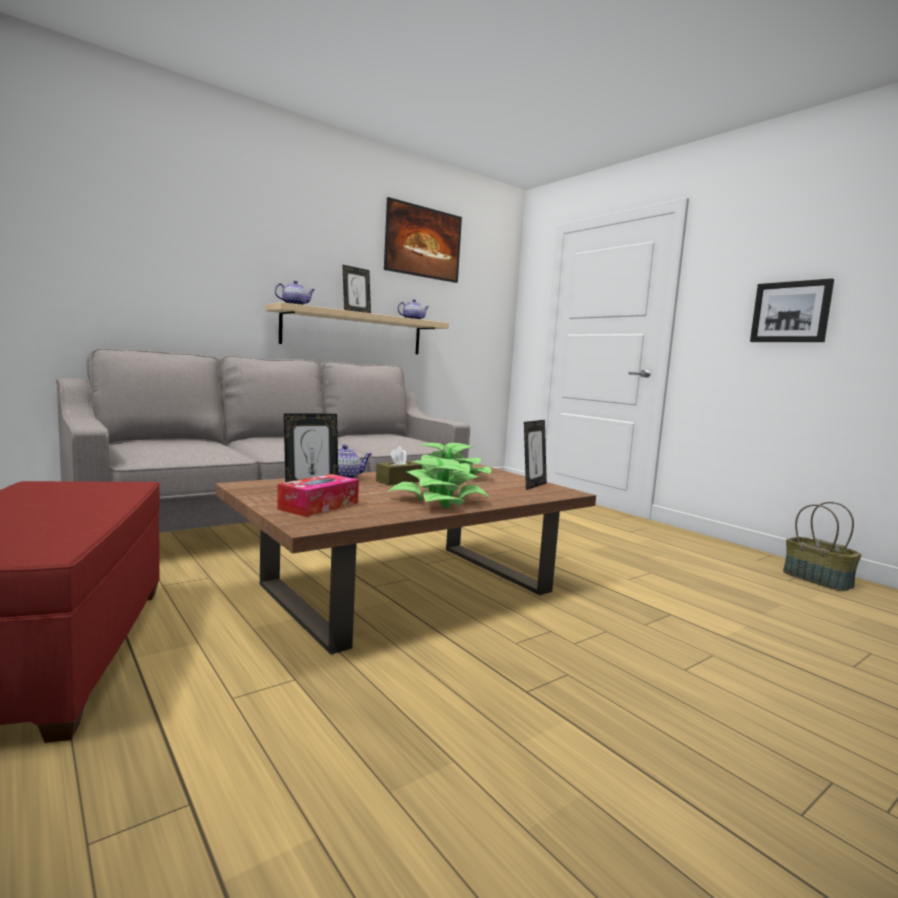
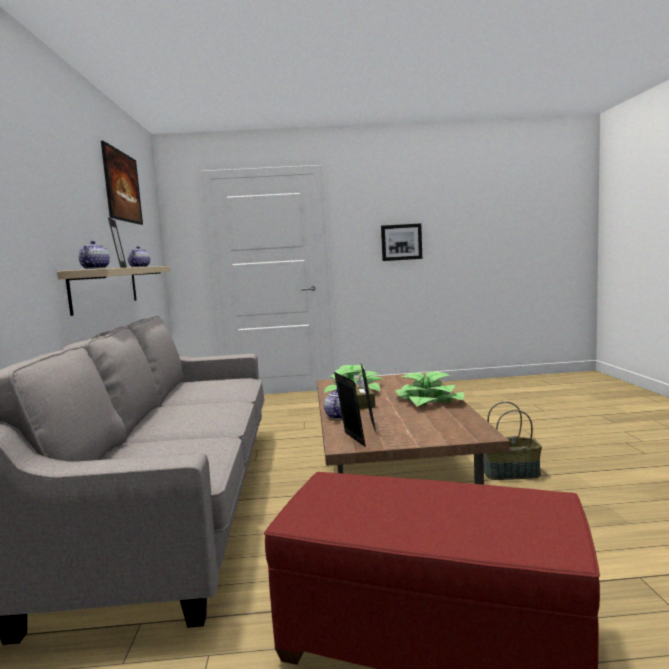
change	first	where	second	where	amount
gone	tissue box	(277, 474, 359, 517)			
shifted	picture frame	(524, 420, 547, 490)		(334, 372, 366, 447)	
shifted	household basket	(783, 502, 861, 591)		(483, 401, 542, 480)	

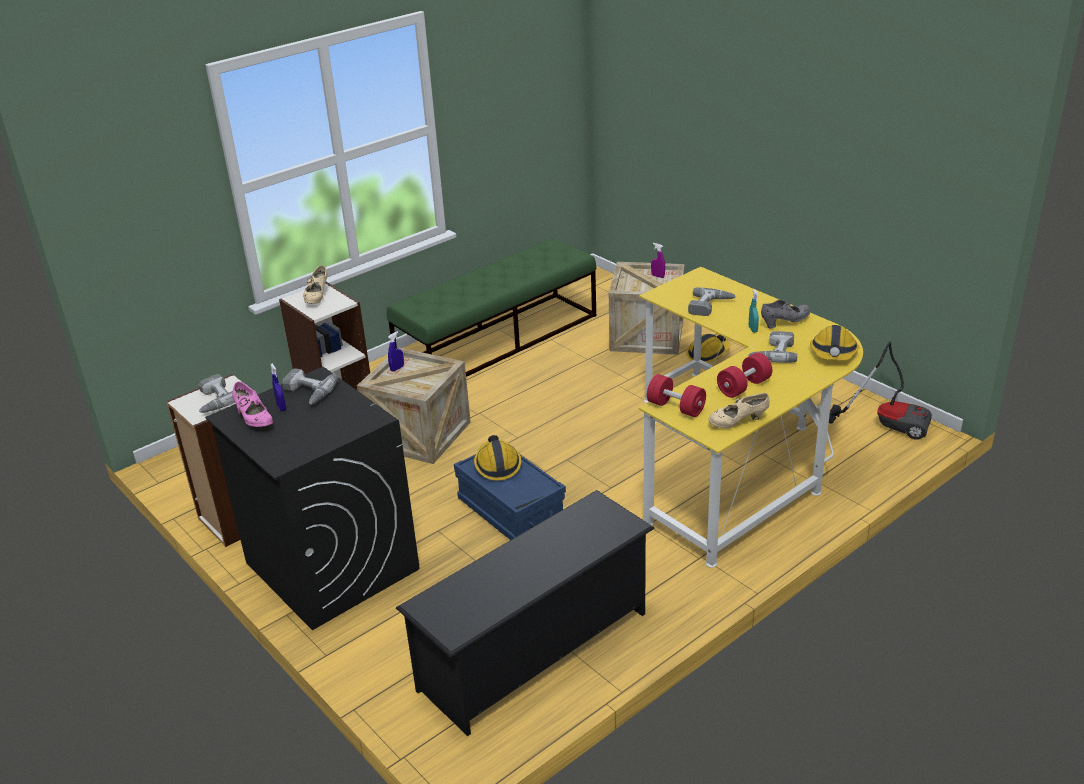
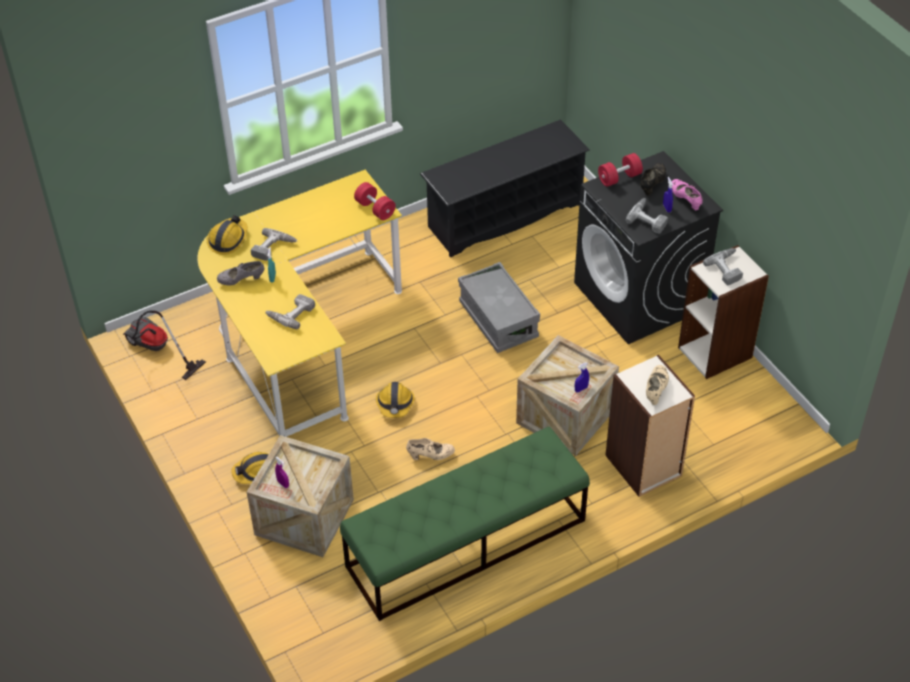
change	first	where	second	where	amount
repainted	storage box (bluish)	(454, 454, 566, 540)	storage box (greyish)	(458, 262, 540, 353)	
shifted	hard hat	(474, 435, 522, 481)		(376, 382, 415, 418)	
shifted	low shoe (beige)	(709, 393, 770, 428)		(406, 438, 455, 460)	
shifted	dumbbell (red-coloured)	(717, 353, 772, 398)		(598, 153, 643, 187)	
new			low shoe (blackish)	(640, 163, 666, 195)	

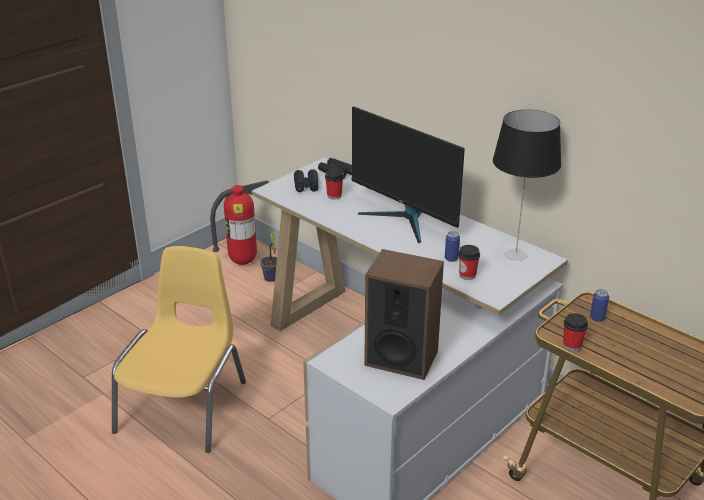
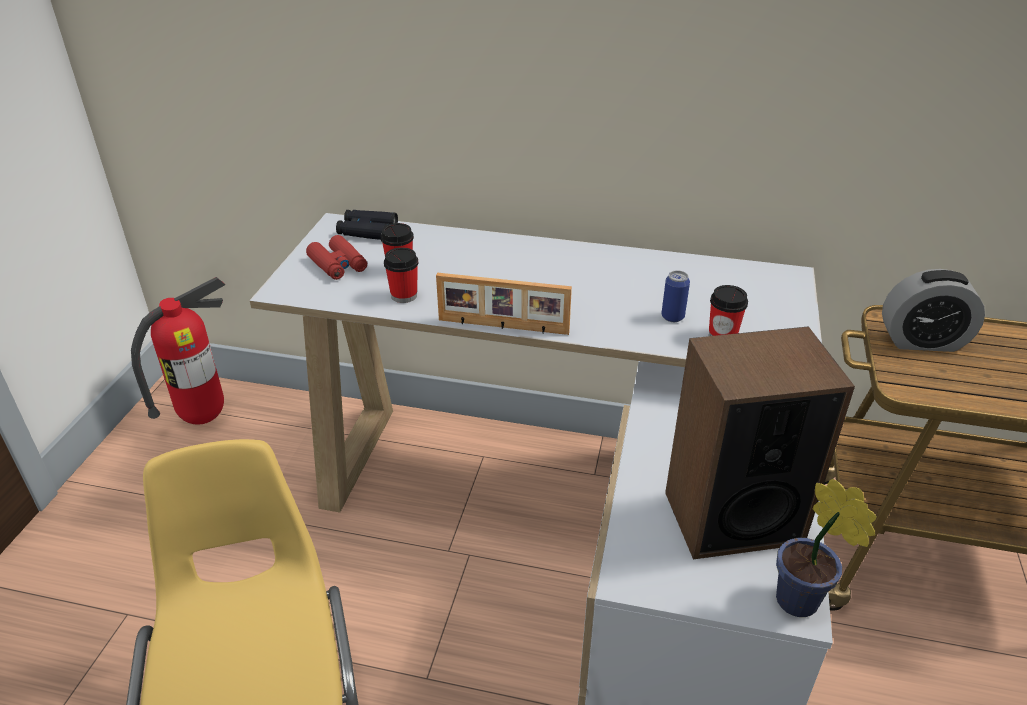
change	first	where	second	where	amount
shifted	houseplant	(260, 232, 277, 282)		(776, 479, 877, 617)	
repainted	binoculars (blackish)	(294, 169, 318, 192)	binoculars (red-coloured)	(306, 235, 367, 280)	
gone	computer screen	(352, 106, 465, 243)			
gone	lamp for a table	(493, 109, 561, 261)			
shifted	cup	(563, 313, 588, 352)		(384, 247, 418, 303)	
swapped	can	(590, 289, 609, 322)	table clock	(882, 269, 985, 352)	
new			picture frame	(436, 273, 572, 335)	

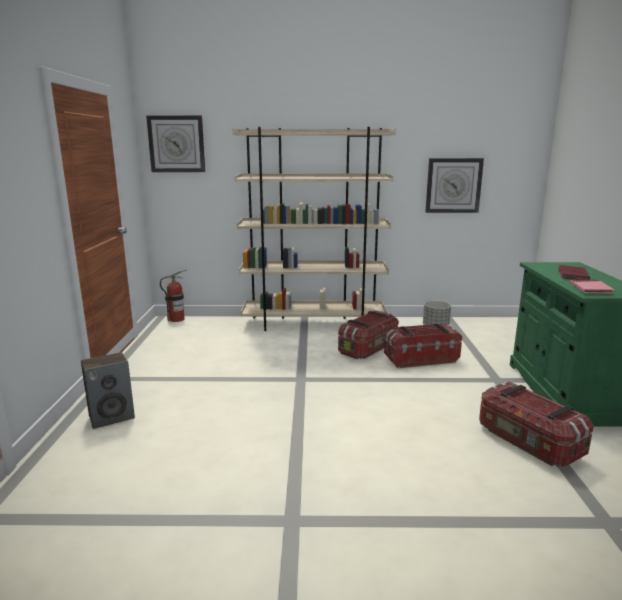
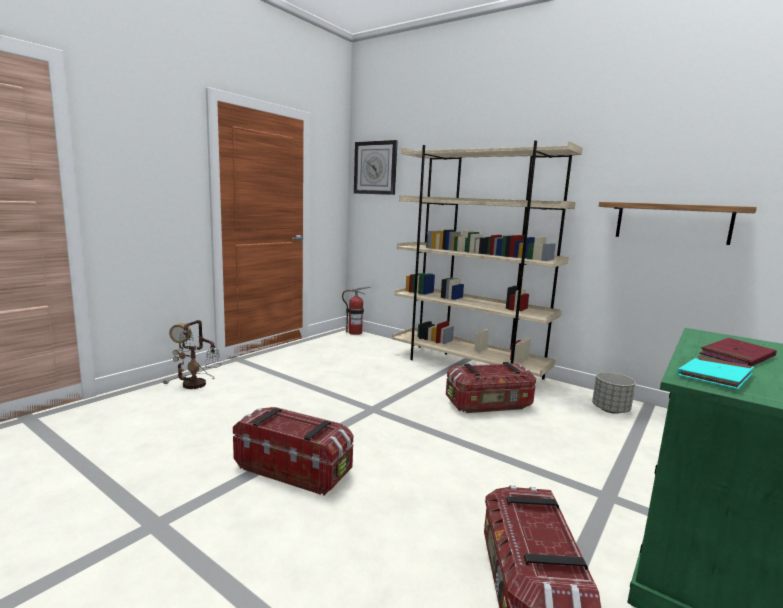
change	first	where	second	where	amount
swapped	audio speaker	(81, 352, 135, 429)	lamp for a table	(163, 320, 221, 389)	
shifted	storage box	(384, 324, 462, 368)		(233, 407, 353, 496)	
swapped	clock on the wall	(426, 158, 484, 213)	shelf	(599, 202, 757, 245)	
repainted	volume (pink-coloured)	(570, 279, 614, 294)	volume (turquoise-coloured)	(677, 356, 754, 390)	

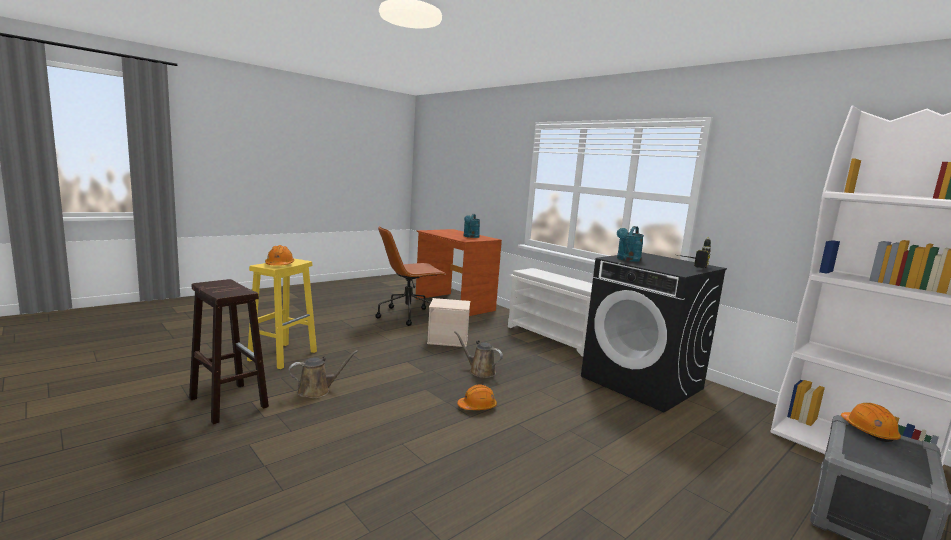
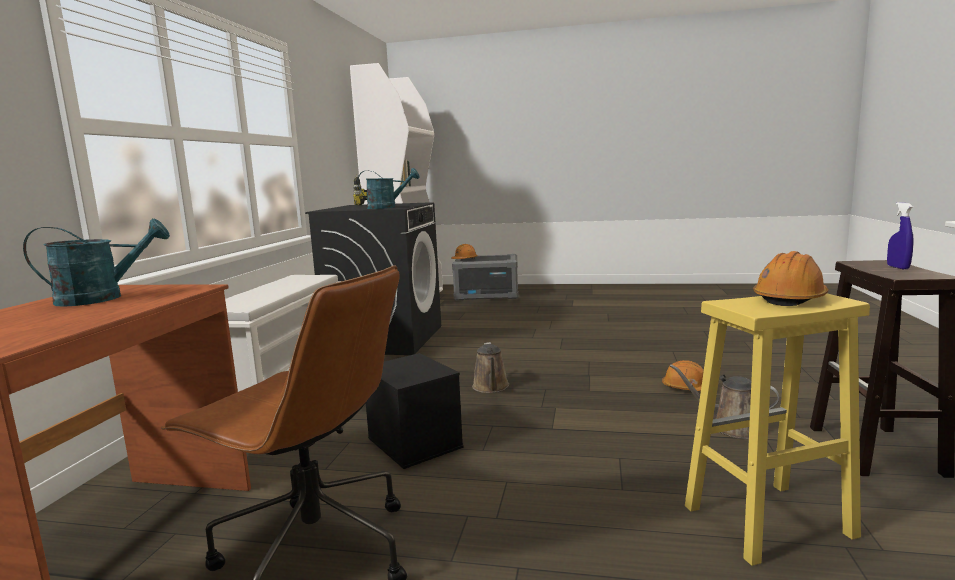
change	first	where	second	where	amount
repainted	storage box (beige)	(427, 298, 470, 347)	storage box (blackish)	(366, 353, 464, 469)	
shifted	hard hat (orange)	(457, 385, 497, 410)		(662, 360, 704, 391)	
new			sprayer (bluish)	(887, 202, 913, 269)	

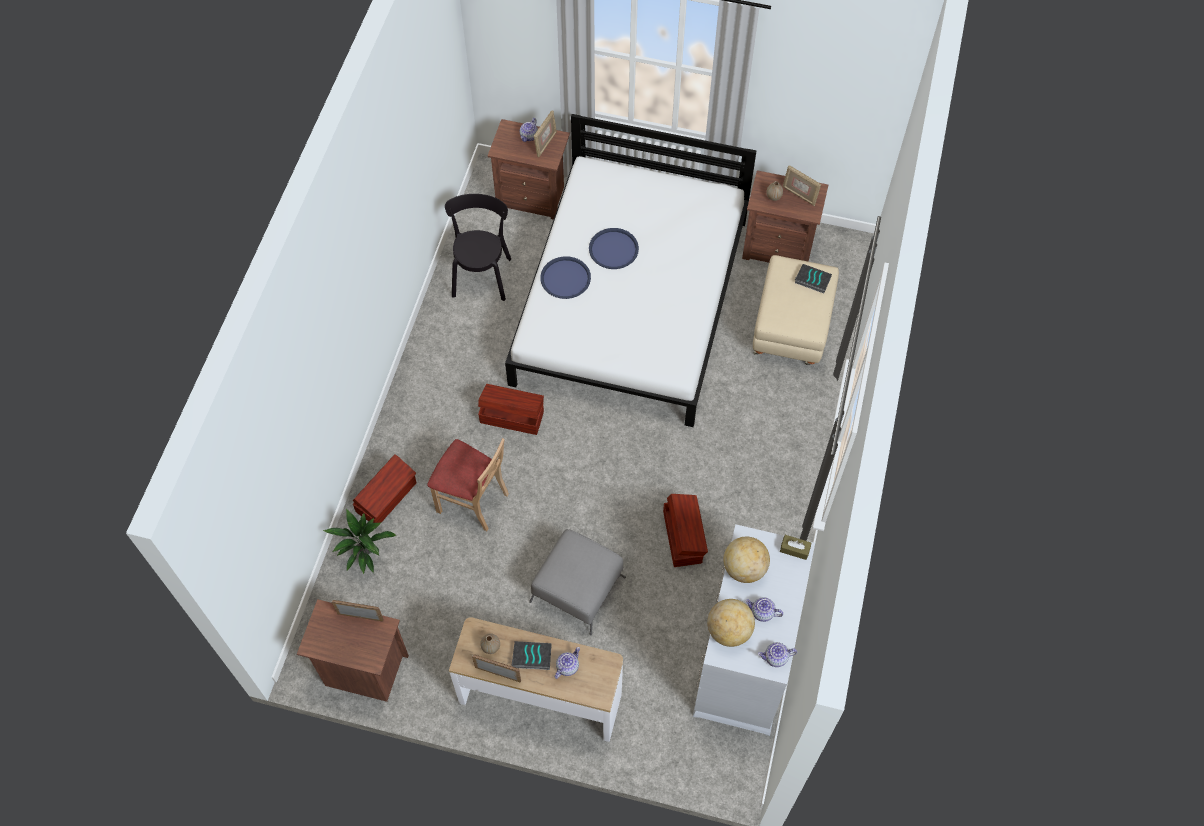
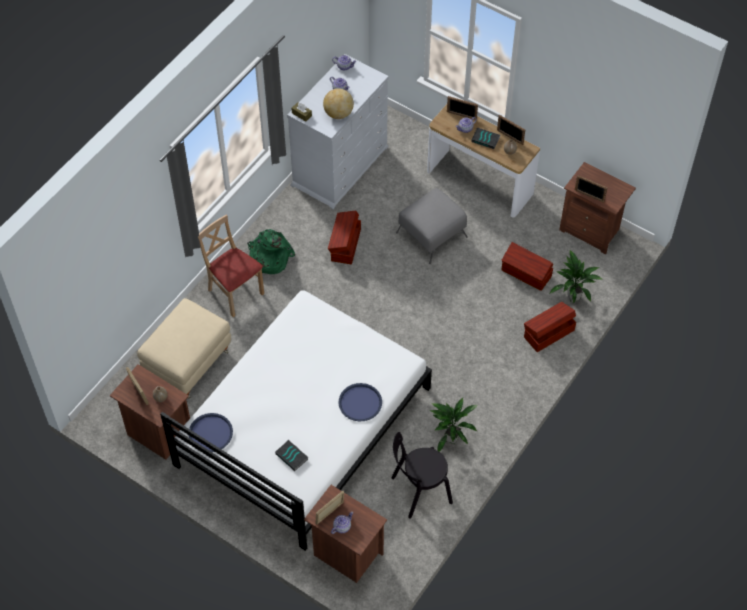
change	first	where	second	where	amount
shifted	chair (beige)	(427, 438, 509, 531)		(198, 215, 264, 317)	
rotated	chair (blackish)	(445, 194, 511, 301)		(391, 432, 453, 519)	45 degrees clockwise
shifted	storage box (brownish)	(478, 384, 544, 435)		(501, 242, 553, 291)	
shifted	carrying tray (bluish)	(589, 228, 639, 269)		(189, 413, 233, 452)	
gone	world globe	(707, 599, 755, 647)			
shifted	volume	(795, 264, 832, 293)		(275, 440, 308, 471)	
new			rucksack (green)	(247, 229, 295, 274)	
new			houseplant	(430, 398, 478, 452)	
new			picture frame	(447, 96, 478, 120)	

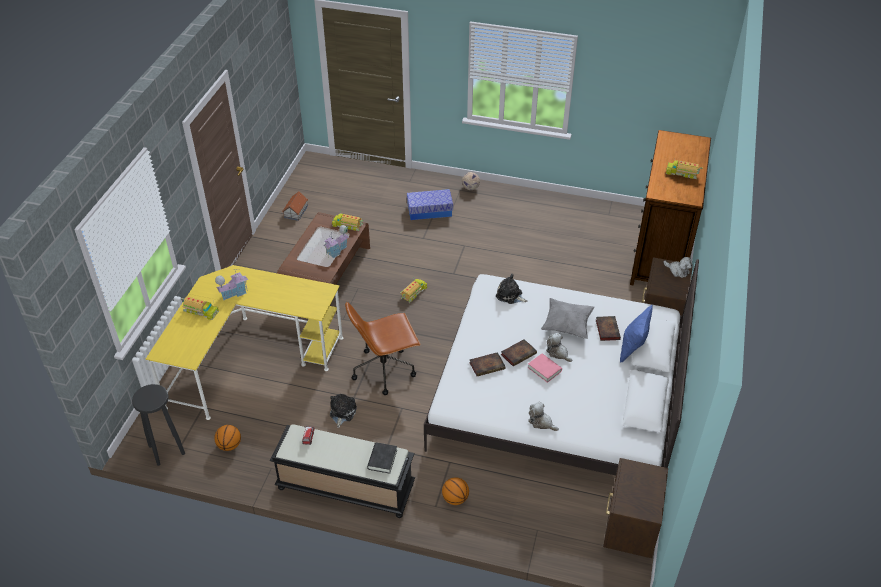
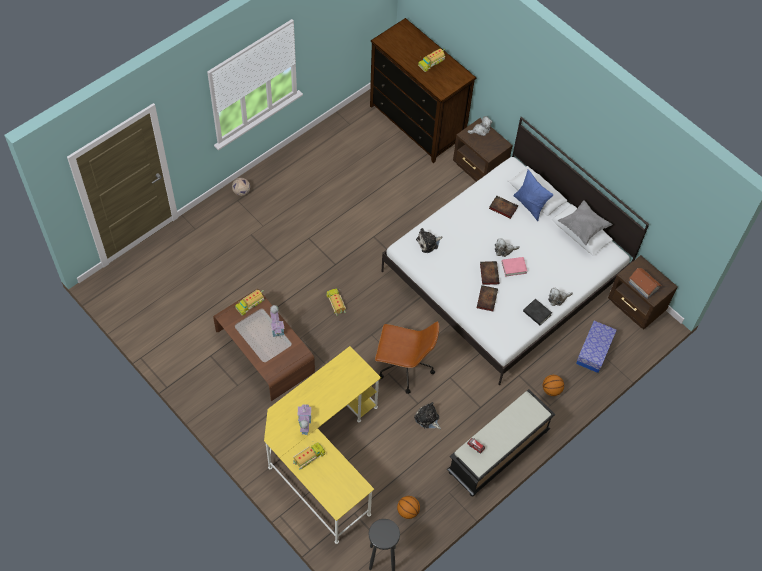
change	first	where	second	where	amount
shifted	model house	(282, 192, 308, 221)		(629, 268, 661, 299)	
rotated	office chair (brownish)	(345, 302, 421, 395)		(375, 321, 439, 394)	90 degrees counterclockwise
shifted	volume (blackish)	(367, 442, 397, 474)		(523, 299, 552, 325)	
shifted	storage box	(407, 189, 453, 220)		(576, 321, 617, 373)	
shifted	pillow (greyish)	(541, 298, 594, 339)		(558, 200, 613, 245)	

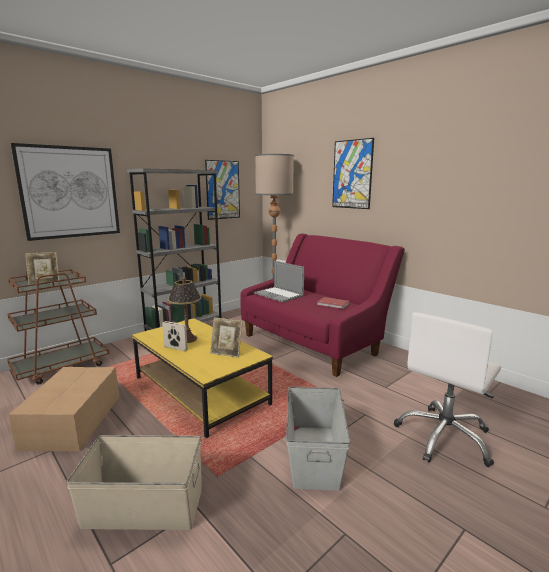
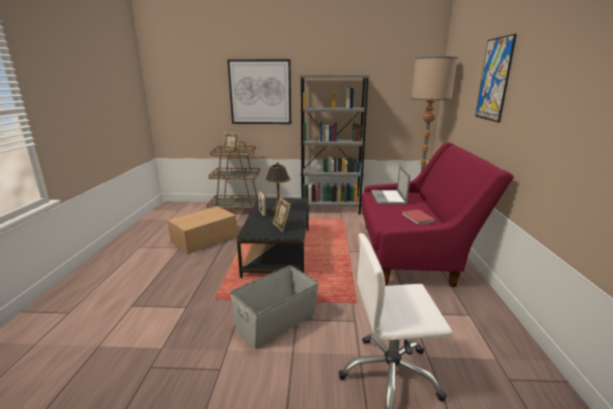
change	first	where	second	where	amount
gone	storage box (beige)	(66, 435, 202, 530)			
repainted	low table (yellowish)	(132, 318, 273, 438)	low table (blackish)	(236, 198, 309, 278)	
gone	wall art	(205, 160, 240, 220)			

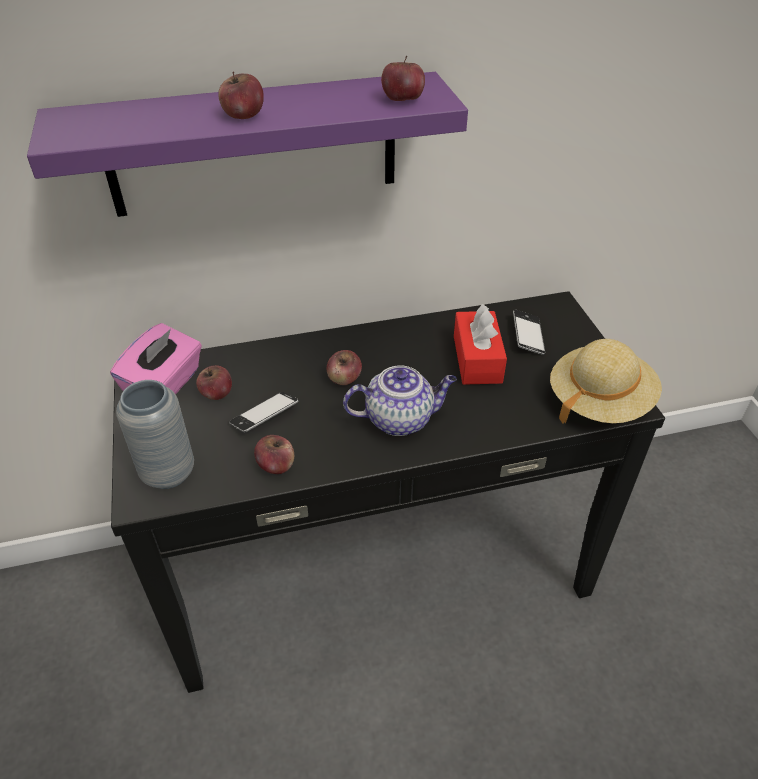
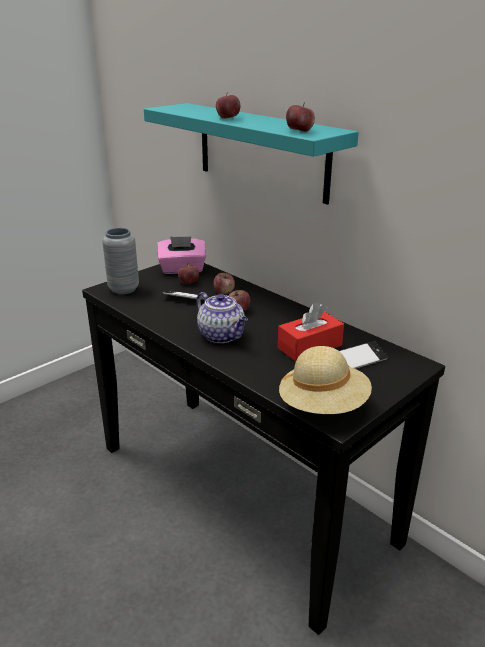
change	first	where	second	where	amount
repainted	shelf (purple-coloured)	(27, 72, 468, 217)	shelf (turquoise-coloured)	(144, 103, 359, 205)	
shifted	whole apple	(254, 435, 294, 474)		(213, 273, 235, 295)	

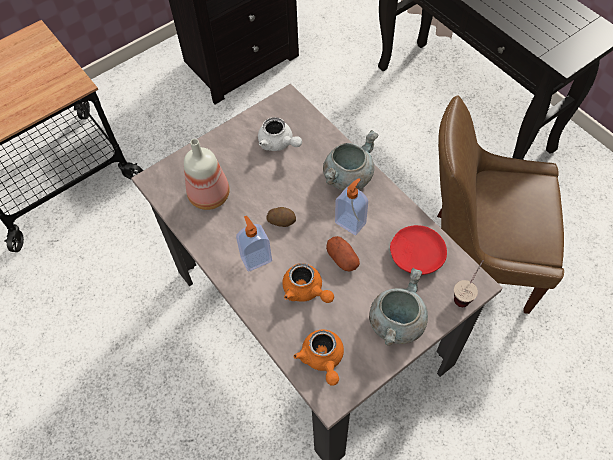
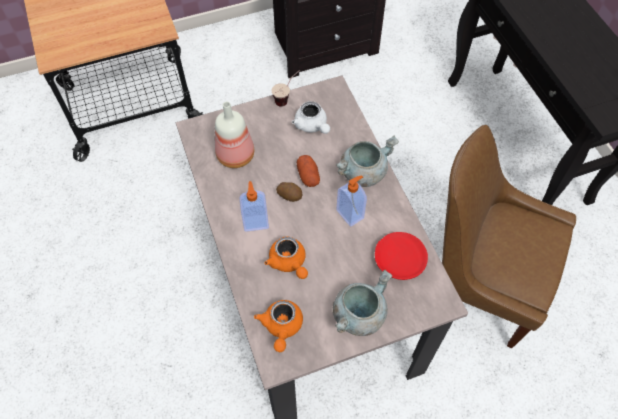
change	first	where	second	where	amount
shifted	whole potato	(326, 236, 360, 272)		(297, 155, 320, 187)	
shifted	cup	(454, 260, 484, 307)		(272, 70, 300, 107)	

